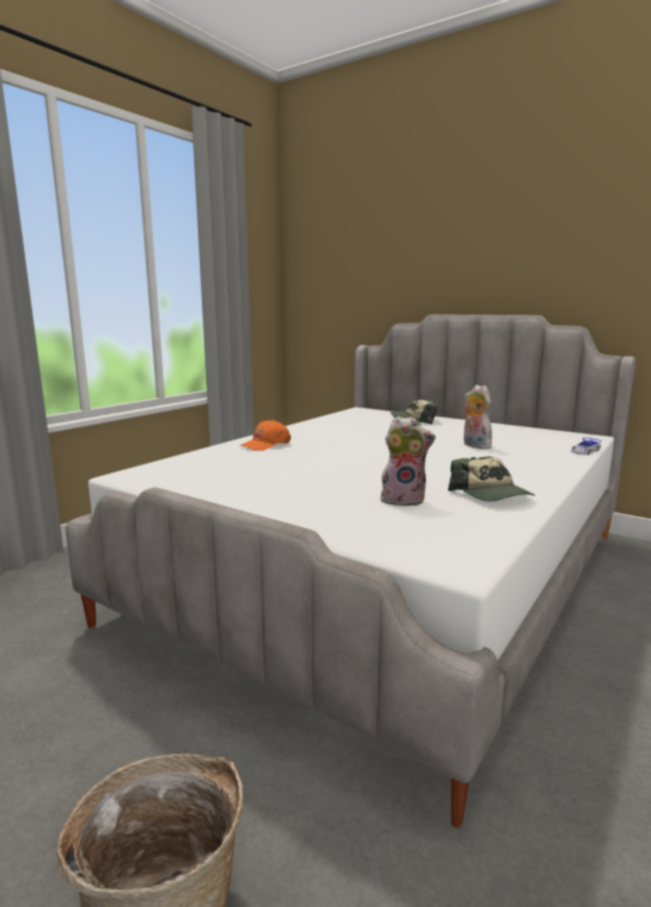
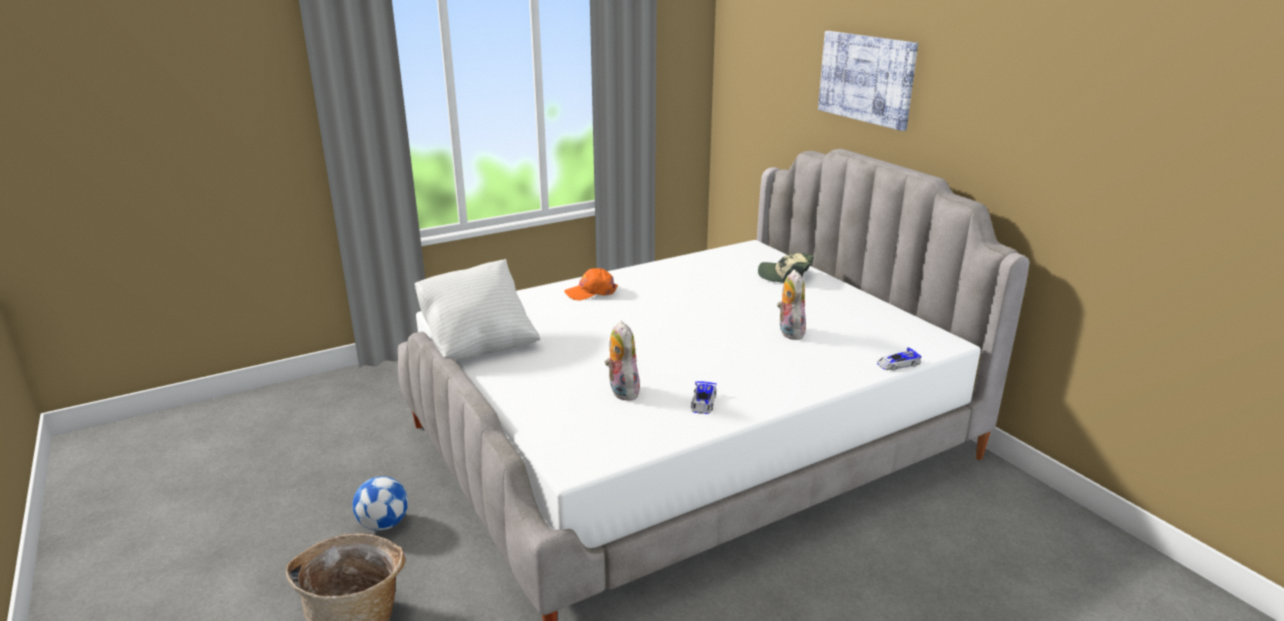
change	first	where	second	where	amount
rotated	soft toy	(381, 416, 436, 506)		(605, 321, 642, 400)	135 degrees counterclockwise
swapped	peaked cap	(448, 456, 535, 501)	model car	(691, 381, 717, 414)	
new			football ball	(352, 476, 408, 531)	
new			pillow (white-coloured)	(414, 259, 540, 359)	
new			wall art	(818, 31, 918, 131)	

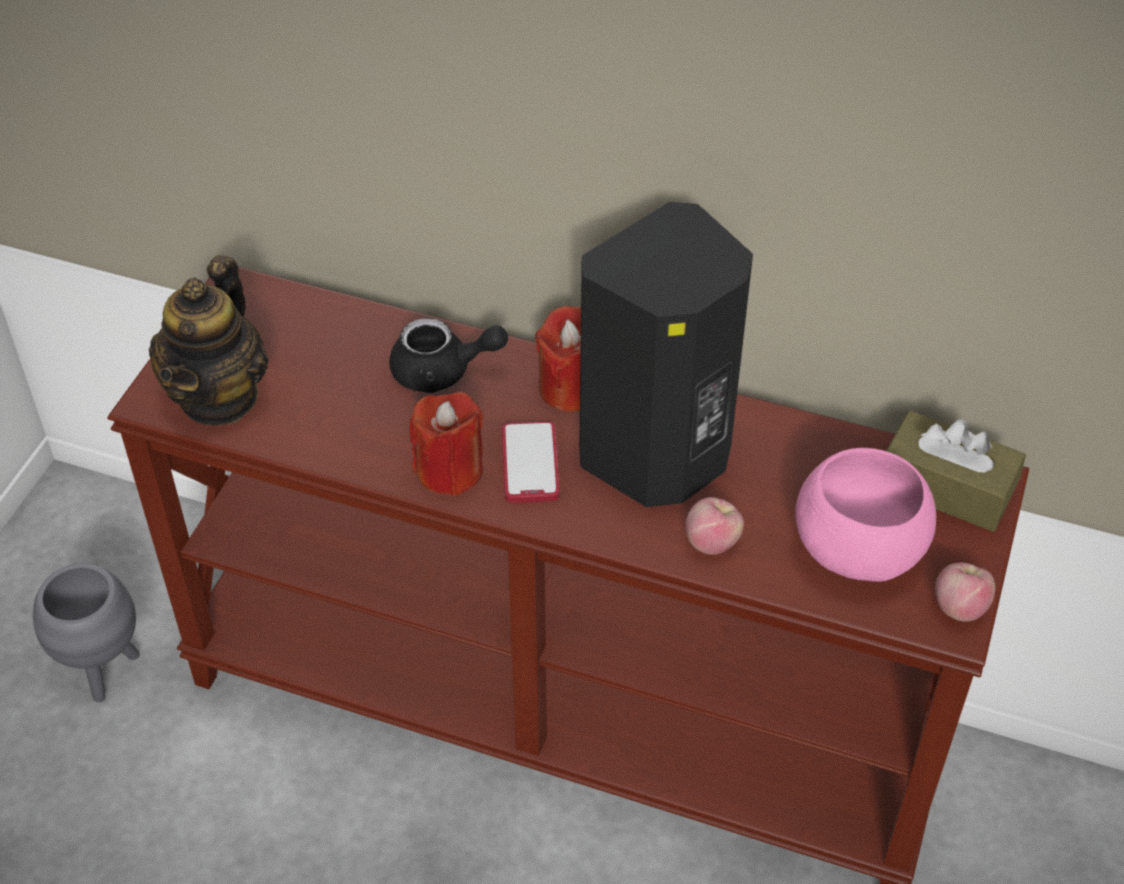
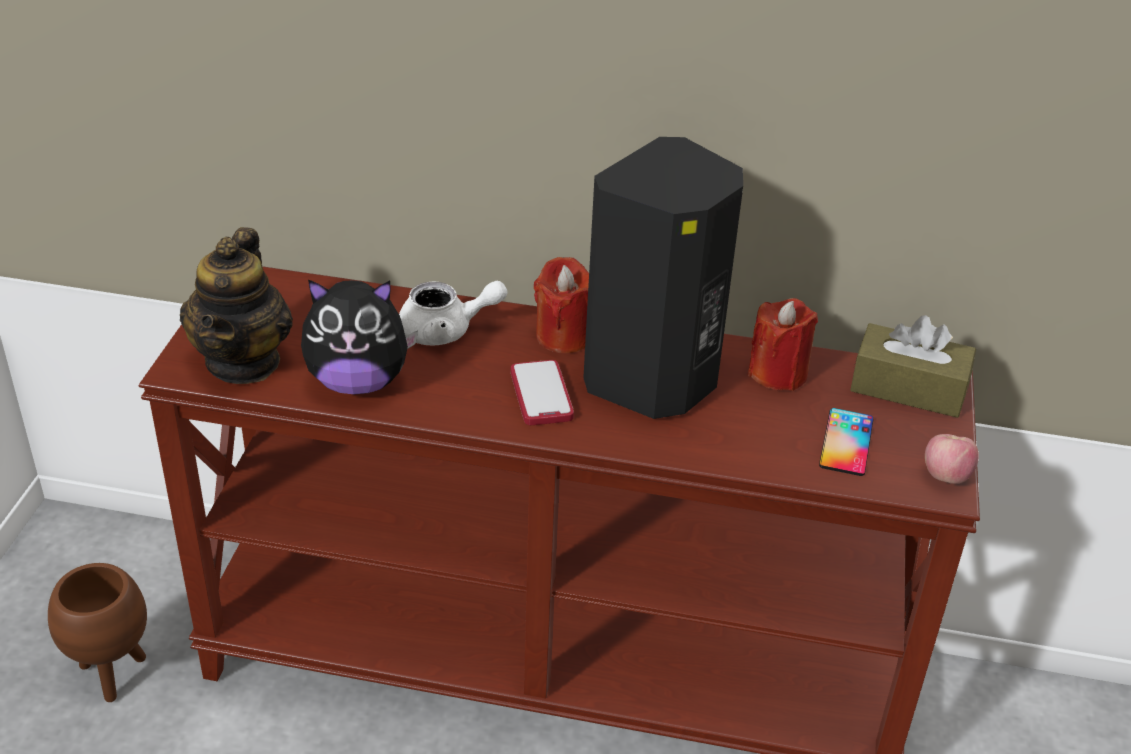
change	first	where	second	where	amount
repainted	plant pot (greyish)	(33, 563, 139, 702)	plant pot (brownish)	(48, 563, 147, 702)	
repainted	teapot (blackish)	(389, 318, 508, 393)	teapot (white-coloured)	(399, 281, 508, 346)	
shifted	wax candle (red-coloured)	(409, 392, 483, 496)		(748, 298, 818, 391)	
gone	whole apple	(685, 497, 744, 555)			
swapped	deep dish (pink-coloured)	(795, 448, 936, 582)	telephone	(819, 408, 874, 476)	
new			soft toy	(301, 279, 418, 394)	

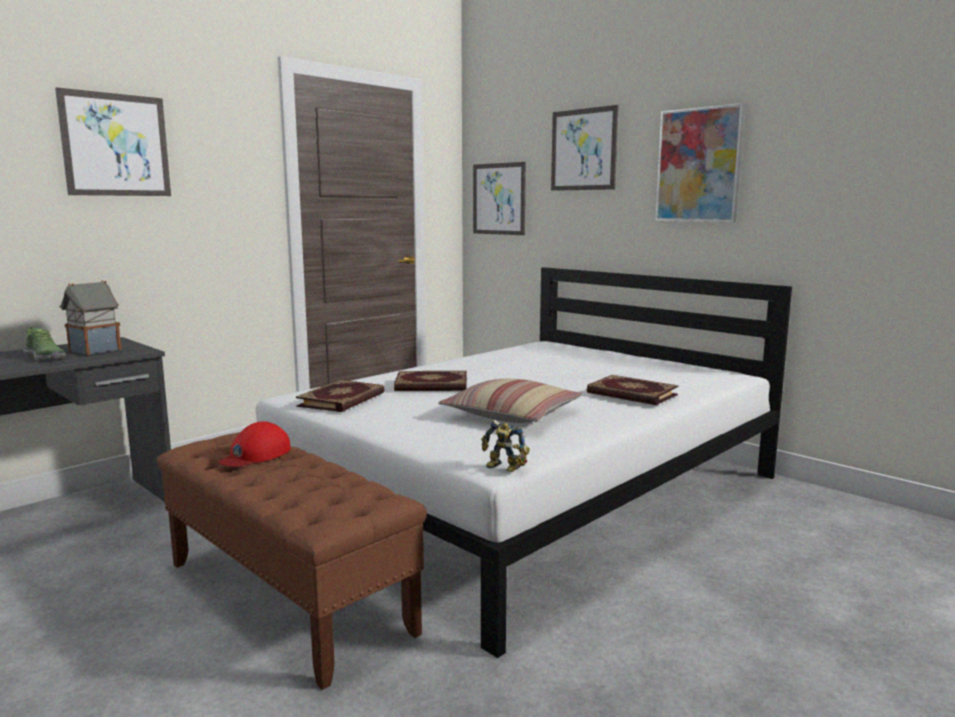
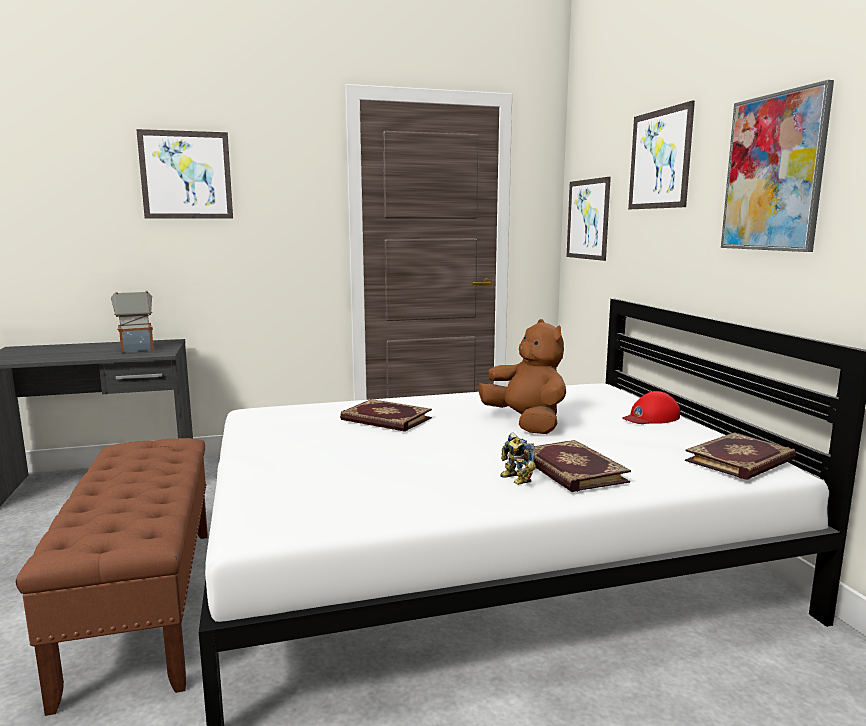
change	first	where	second	where	amount
gone	low shoe	(23, 327, 66, 360)			
shifted	peaked cap (red-coloured)	(218, 421, 291, 467)		(622, 391, 680, 424)	
shifted	volume	(296, 380, 385, 412)		(685, 432, 796, 480)	
gone	pillow	(438, 379, 583, 423)			
shifted	model robot	(481, 420, 530, 472)		(501, 433, 536, 485)	
new			soft toy (brownish)	(478, 319, 566, 434)	

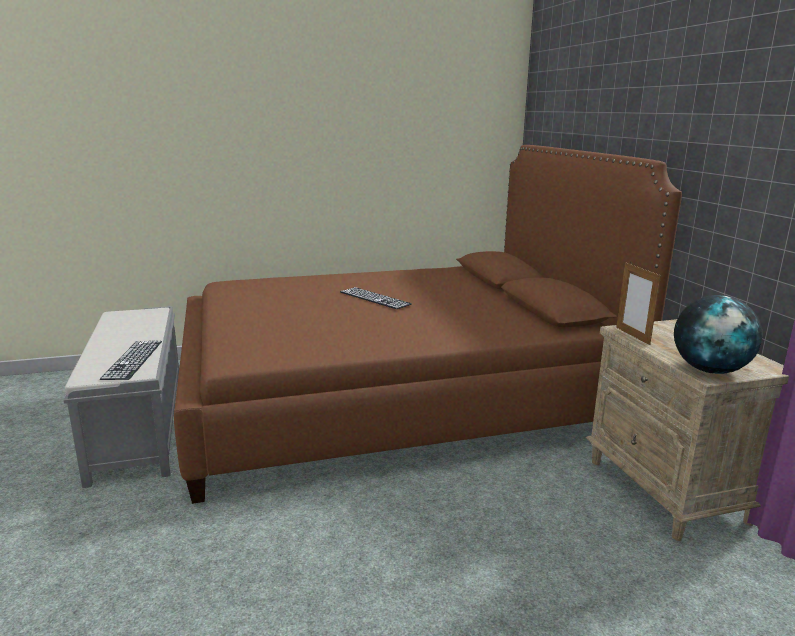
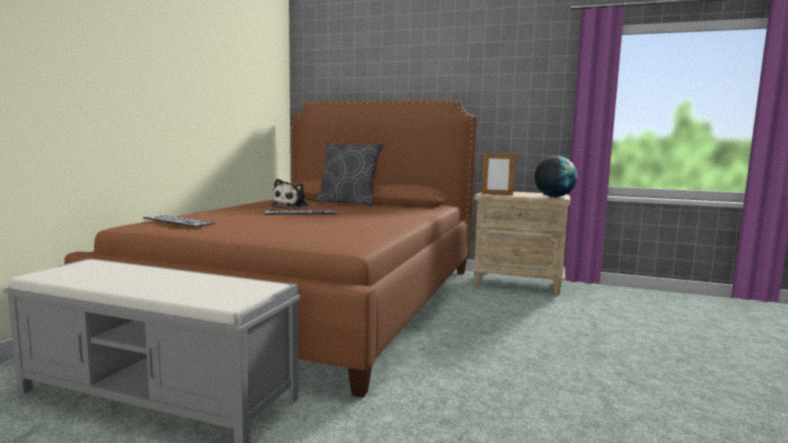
change	first	where	second	where	amount
shifted	PC keyboard	(100, 341, 162, 380)		(143, 215, 215, 227)	
new			soft toy	(272, 179, 309, 207)	
new			pillow (greyish)	(315, 142, 384, 207)	

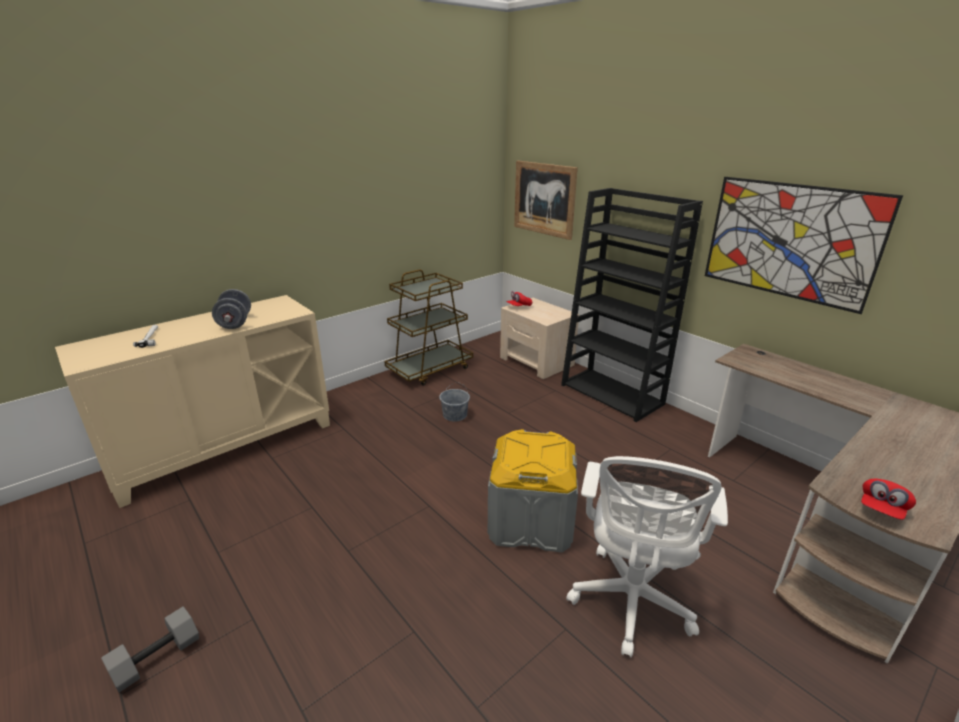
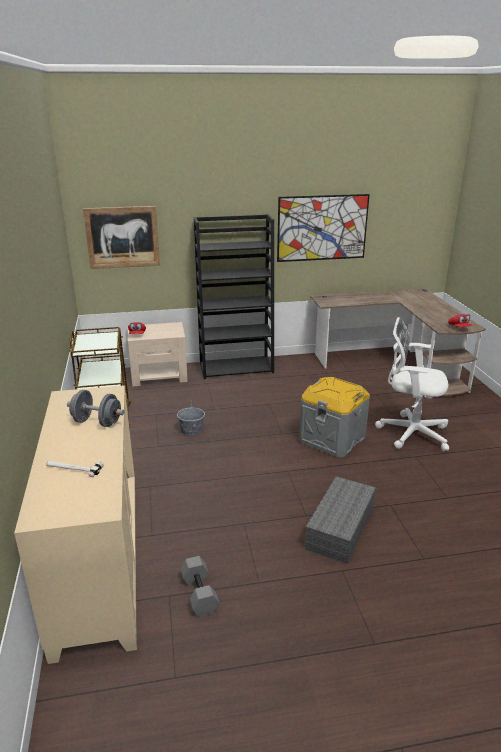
change	first	where	second	where	amount
shifted	dumbbell (greyish)	(101, 606, 199, 693)		(180, 556, 220, 617)	
rotated	office chair (white-coloured)	(566, 456, 728, 657)		(375, 317, 449, 451)	150 degrees clockwise
new			storage box (greyish)	(305, 476, 376, 564)	

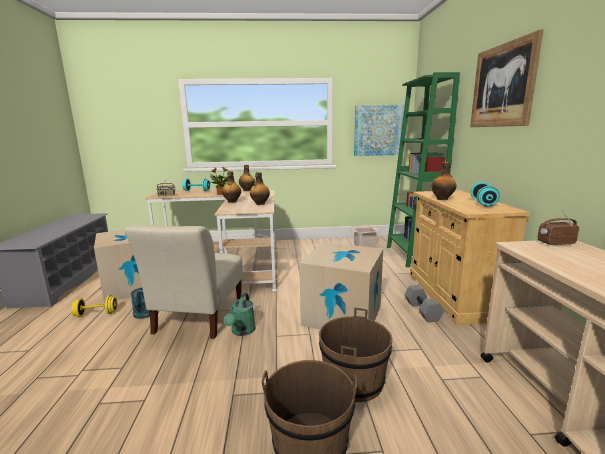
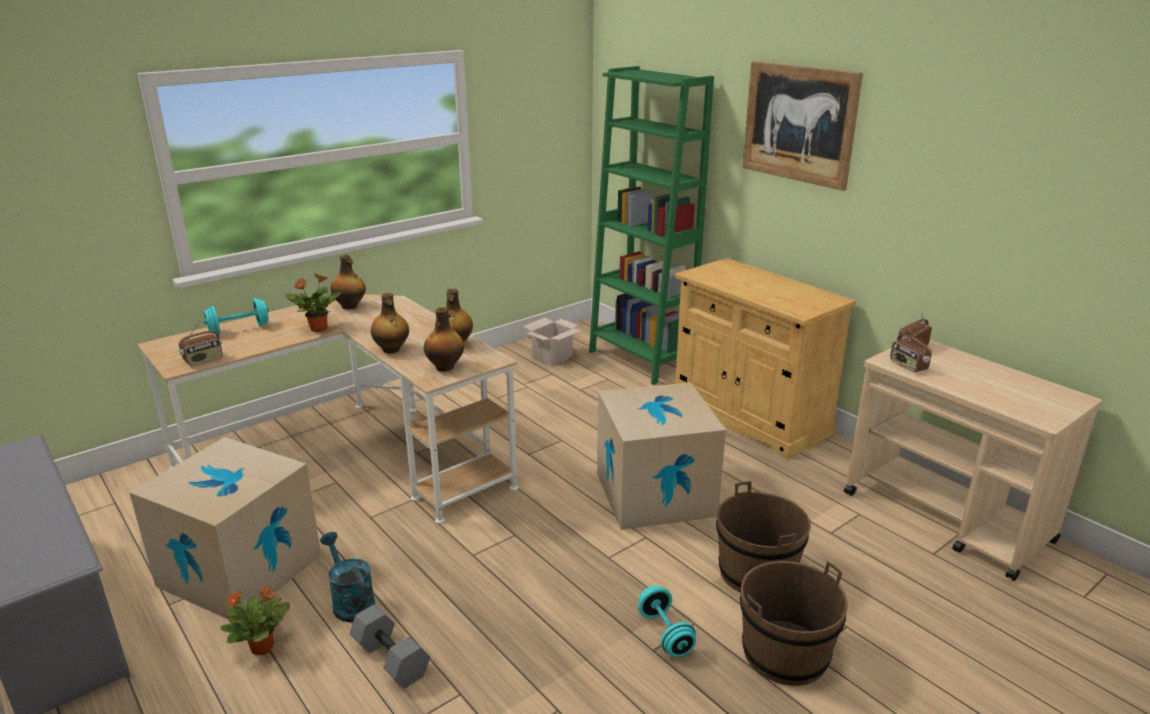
change	first	where	second	where	amount
swapped	dumbbell (yellowish)	(71, 295, 117, 318)	houseplant	(220, 587, 290, 655)	
gone	chair (beige)	(125, 224, 243, 339)			
gone	watering pot (green)	(223, 293, 256, 336)			
gone	wall art	(354, 104, 405, 156)			
shifted	dumbbell (greyish)	(404, 285, 444, 322)		(350, 605, 430, 688)	
shifted	bottle	(431, 162, 456, 200)		(424, 307, 464, 372)	
shifted	dumbbell (turquoise-coloured)	(471, 182, 500, 207)		(638, 586, 696, 657)	
new			radio receiver	(890, 329, 932, 372)	

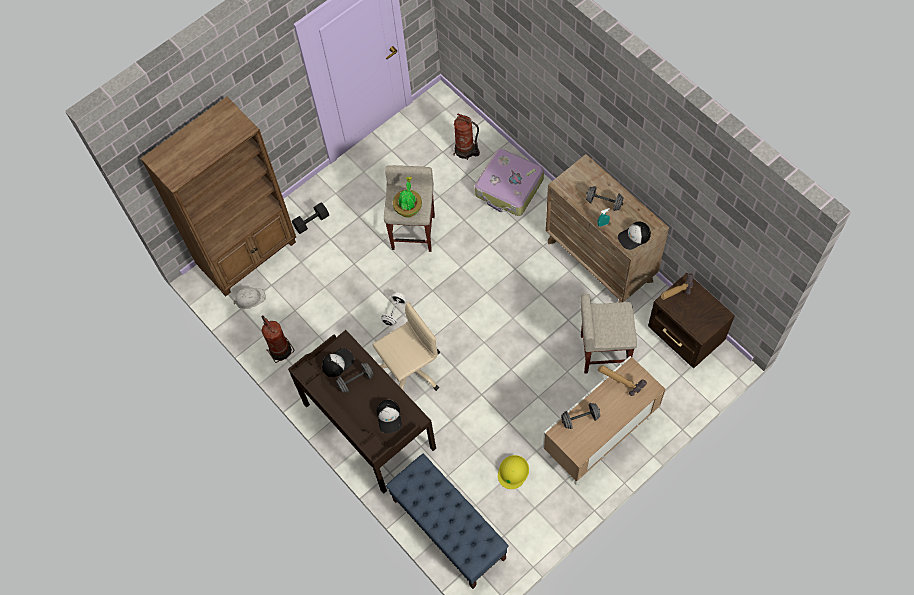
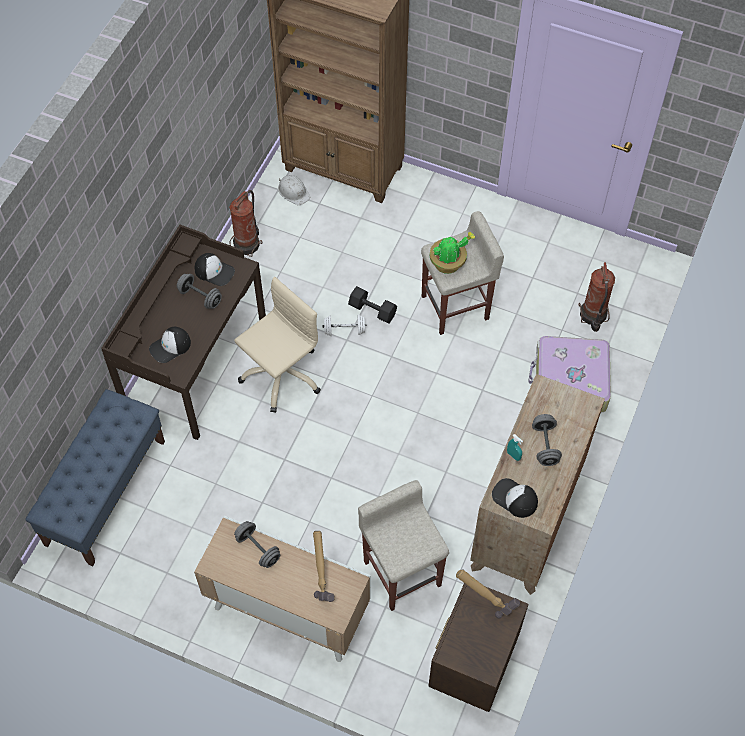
change	first	where	second	where	amount
shifted	dumbbell (blackish)	(292, 202, 329, 234)		(348, 286, 397, 324)	
rotated	office chair (beige)	(372, 302, 440, 391)		(234, 277, 321, 413)	75 degrees counterclockwise
gone	hard hat (yellowish)	(498, 455, 529, 489)			

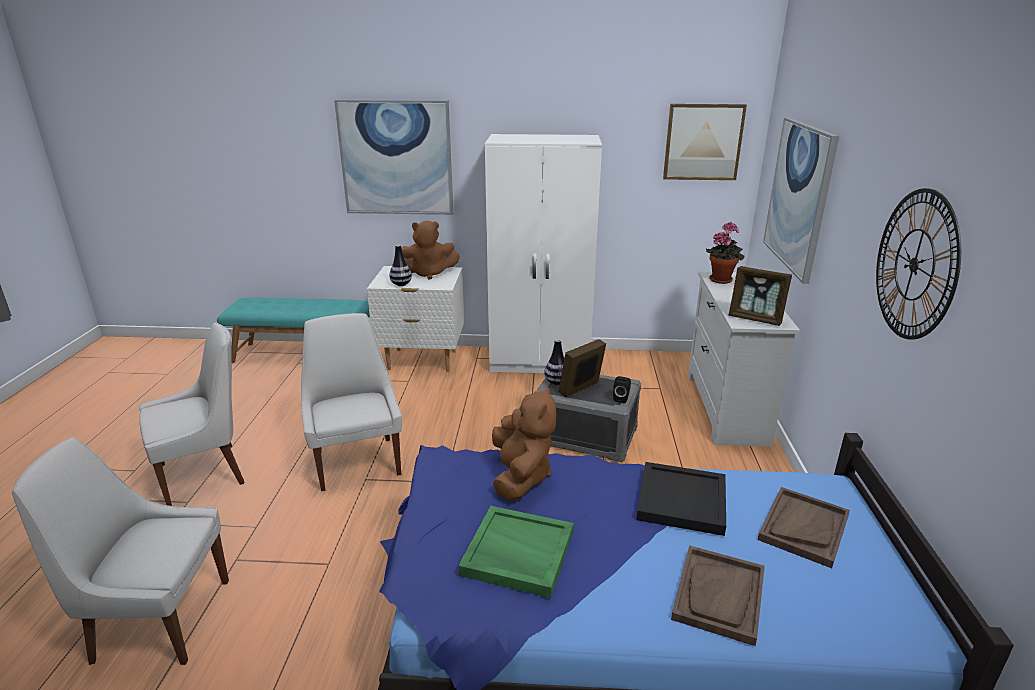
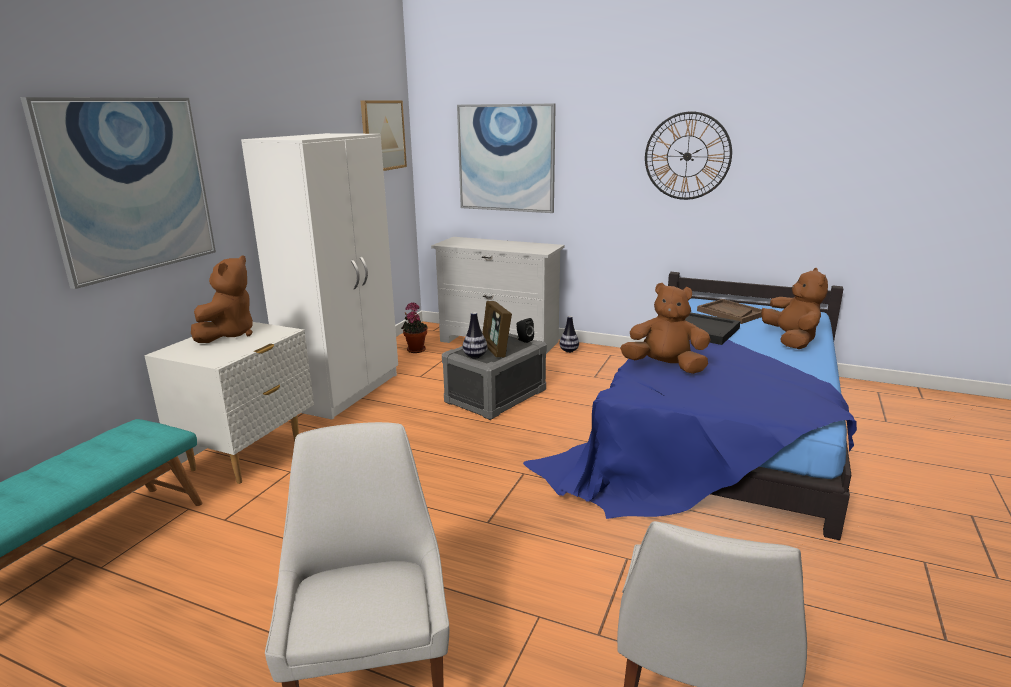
change	first	where	second	where	amount
gone	chair (white-coloured)	(301, 313, 402, 491)			
shifted	decorative vase	(389, 245, 412, 286)		(559, 316, 579, 353)	
gone	carrying tray (green)	(458, 506, 574, 598)			
swapped	carrying tray (brownish)	(671, 545, 765, 646)	soft toy (brownish)	(761, 268, 828, 349)	
shifted	houseplant	(706, 222, 745, 284)		(401, 302, 427, 353)	
gone	picture frame	(729, 266, 792, 326)			

